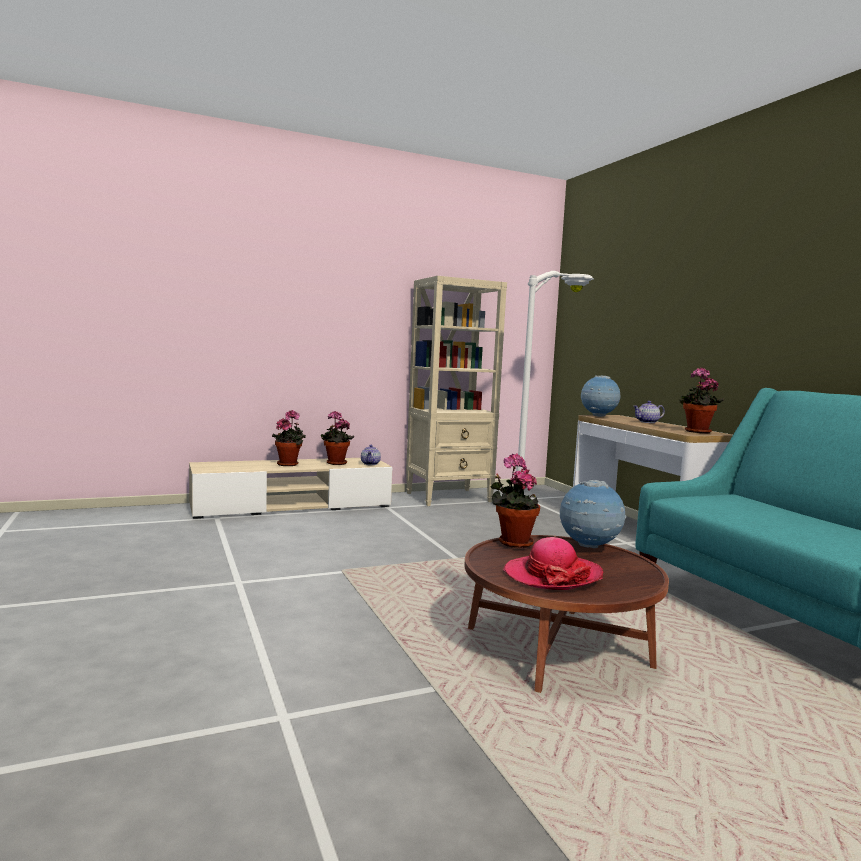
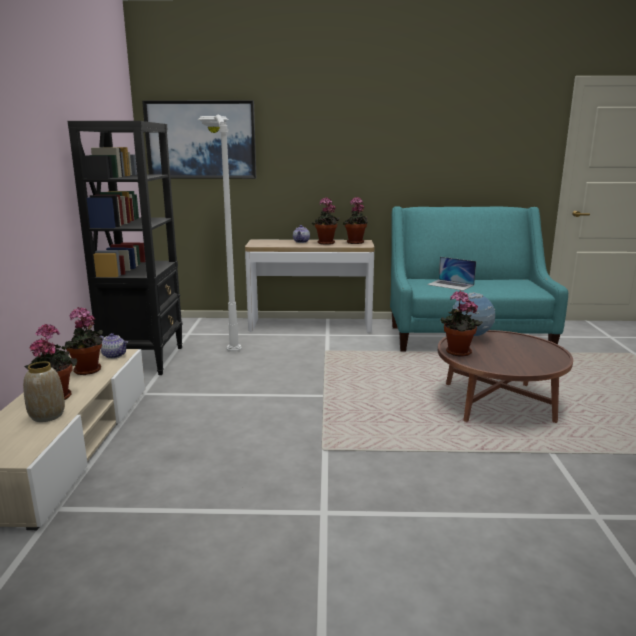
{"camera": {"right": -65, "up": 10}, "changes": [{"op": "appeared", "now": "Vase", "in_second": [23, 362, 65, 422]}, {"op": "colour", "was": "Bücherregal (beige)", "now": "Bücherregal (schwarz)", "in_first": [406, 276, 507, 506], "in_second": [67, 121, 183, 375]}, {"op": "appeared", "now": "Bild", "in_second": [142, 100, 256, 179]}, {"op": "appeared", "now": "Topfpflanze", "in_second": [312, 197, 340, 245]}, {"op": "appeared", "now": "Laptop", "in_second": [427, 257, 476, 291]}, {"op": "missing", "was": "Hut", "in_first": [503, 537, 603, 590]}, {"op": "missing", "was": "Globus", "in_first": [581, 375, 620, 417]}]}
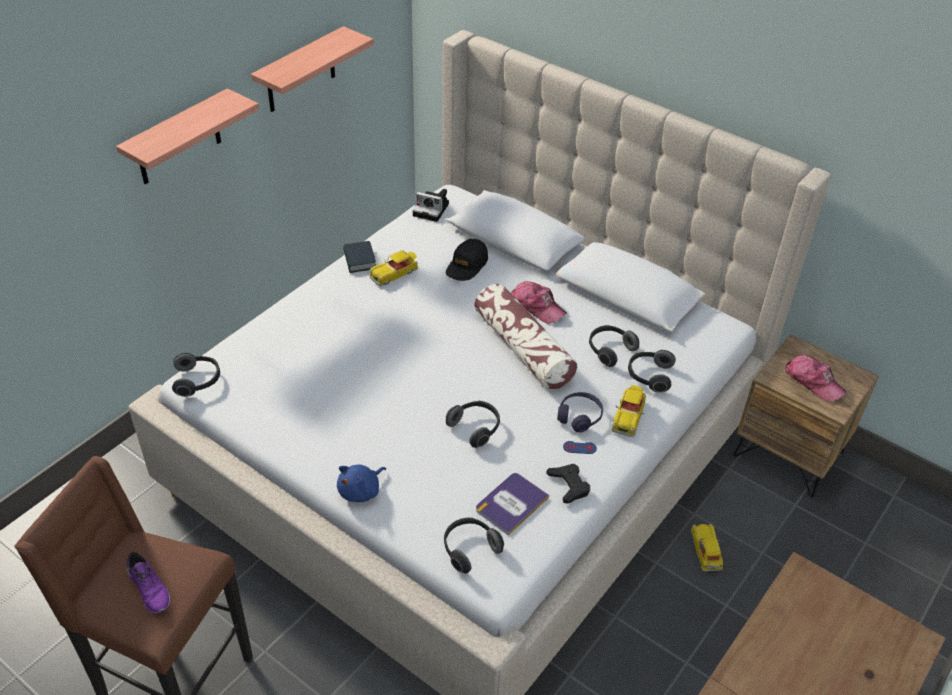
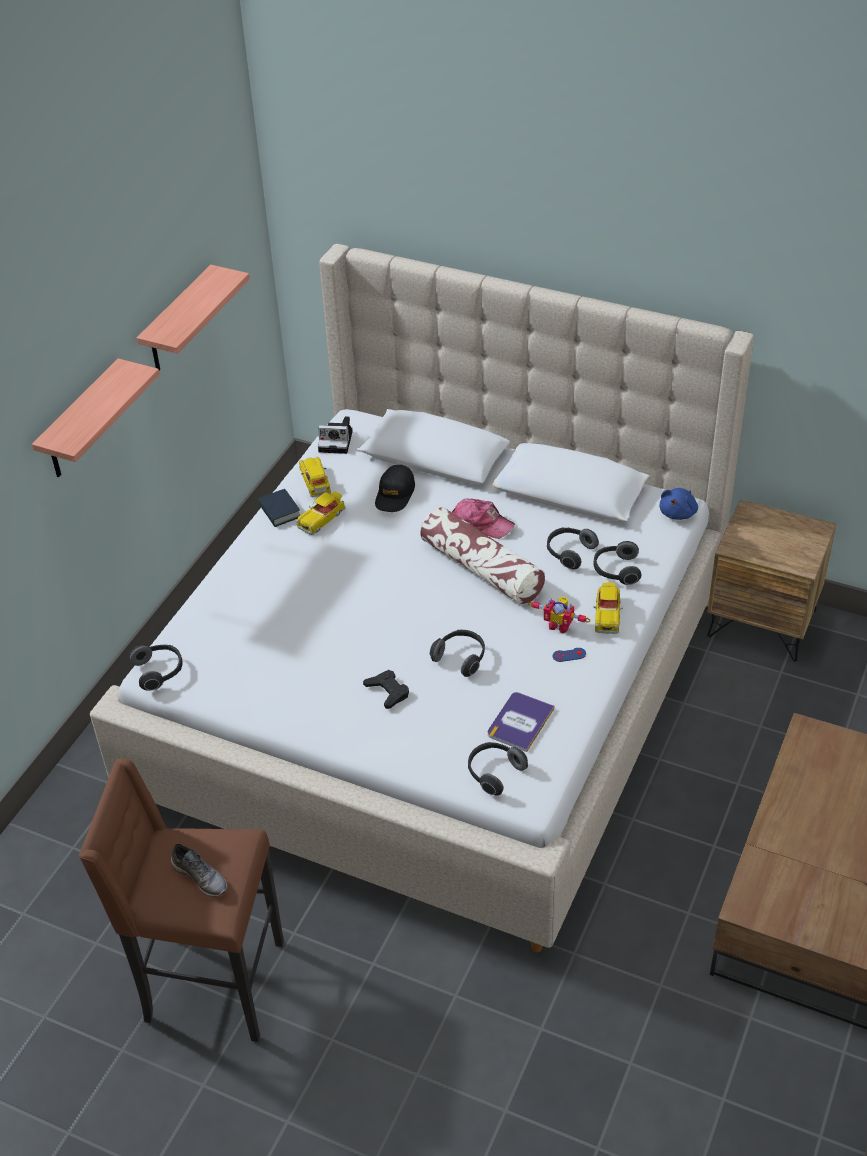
{"camera": {"right": -10, "up": 0}, "changes": [{"op": "colour", "was": "Schuh (lila)", "now": "Schuh (grau)", "in_first": [127, 552, 170, 614], "in_second": [171, 844, 227, 897]}, {"op": "relocated", "was": "Spielzeugauto", "in_first": [691, 524, 723, 571], "in_second": [299, 457, 331, 497]}, {"op": "relocated", "was": "Gamepad (schwarz)", "in_first": [546, 464, 590, 504], "in_second": [363, 670, 409, 709]}, {"op": "exchanged", "was": "Kopfhörer (lila)", "now": "Spielzeugroboter", "in_first": [557, 392, 603, 432], "in_second": [528, 597, 590, 633]}, {"op": "relocated", "was": "Plüschtier (blau)", "in_first": [337, 464, 386, 502], "in_second": [659, 488, 698, 520]}, {"op": "missing", "was": "Kappe", "in_first": [785, 355, 847, 402]}]}
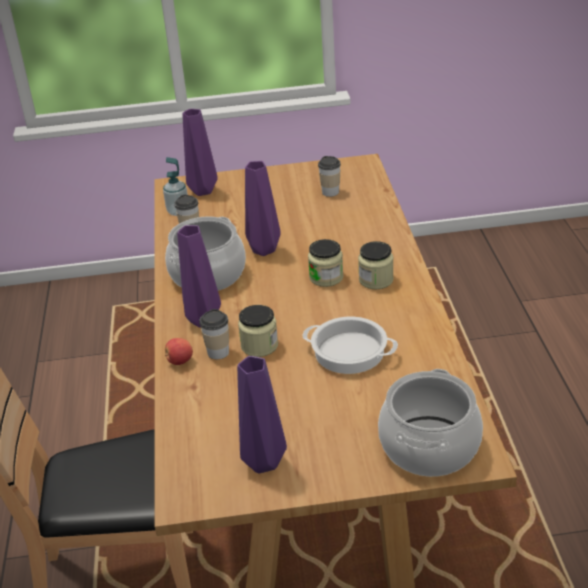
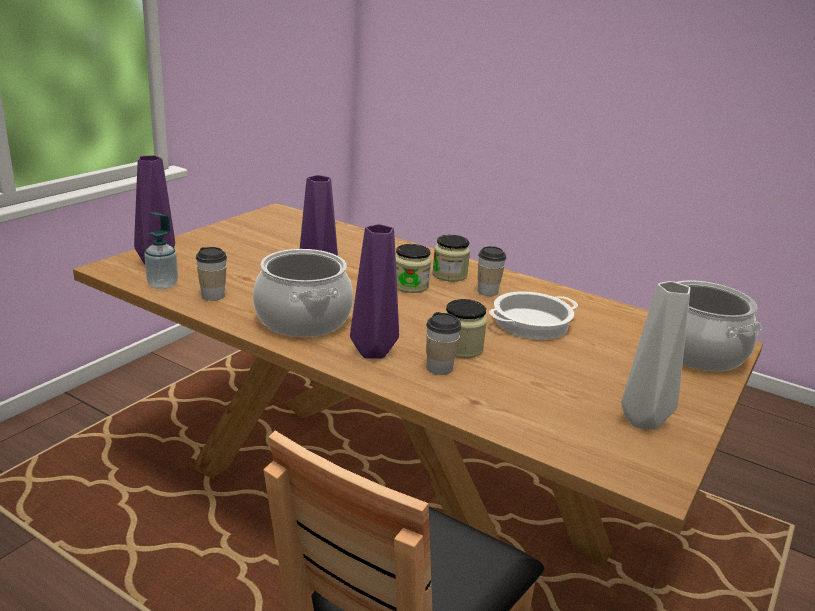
{"camera": {"right": -55, "up": -10}, "changes": [{"op": "relocated", "was": "Tasse", "in_first": [318, 156, 341, 197], "in_second": [478, 246, 506, 296]}, {"op": "colour", "was": "Vase (lila)", "now": "Vase (grau)", "in_first": [237, 356, 287, 473], "in_second": [621, 281, 690, 430]}, {"op": "missing", "was": "Apfel", "in_first": [165, 338, 193, 365]}]}
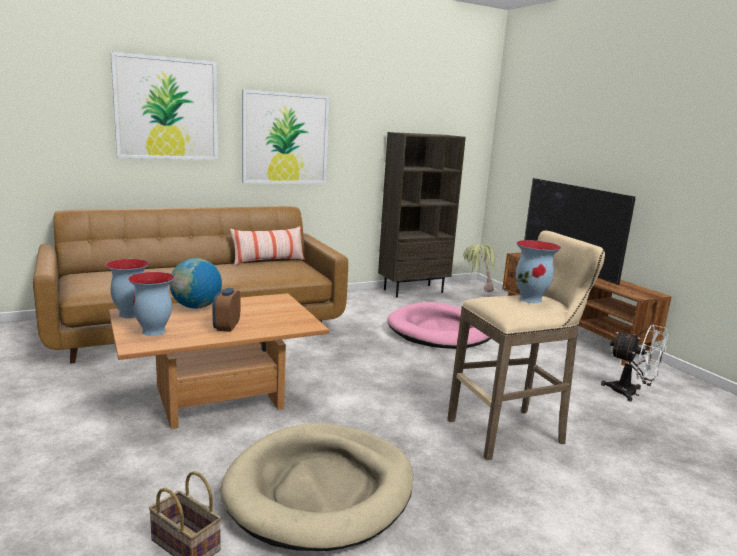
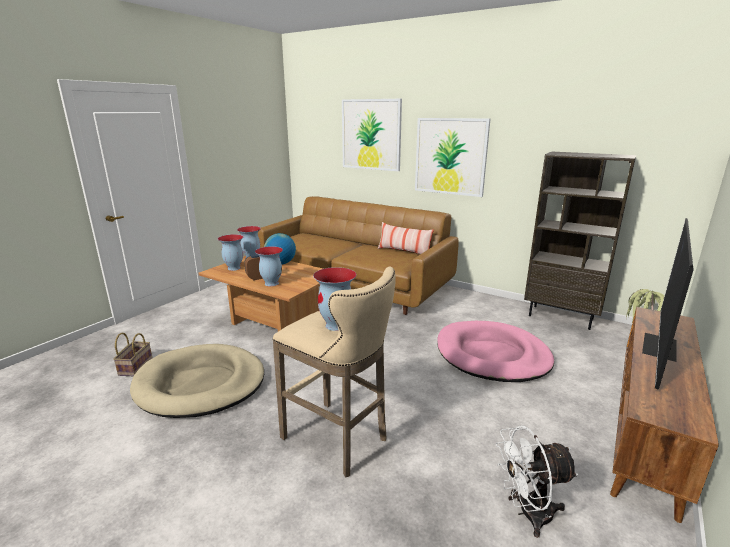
{"camera": {"right": 60, "up": 5}, "changes": [{"op": "appeared", "now": "Vase", "in_second": [255, 246, 283, 287]}, {"op": "spun", "was": "Ventilator (weiß)", "in_first": [601, 325, 668, 402], "in_second": [496, 425, 579, 538], "clockwise": 75}]}
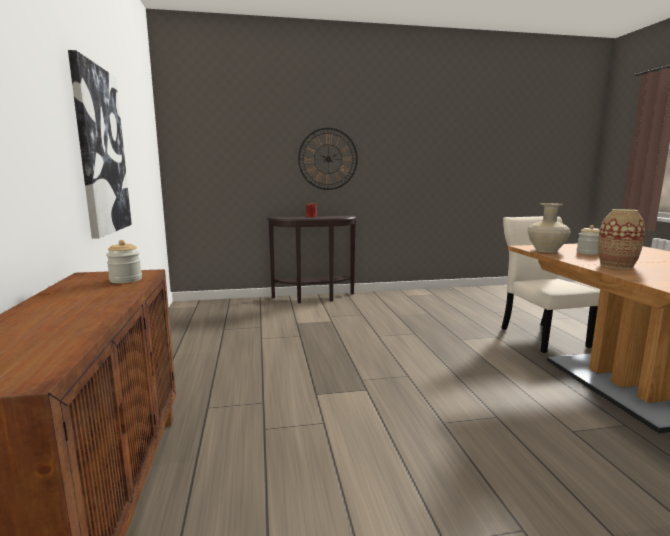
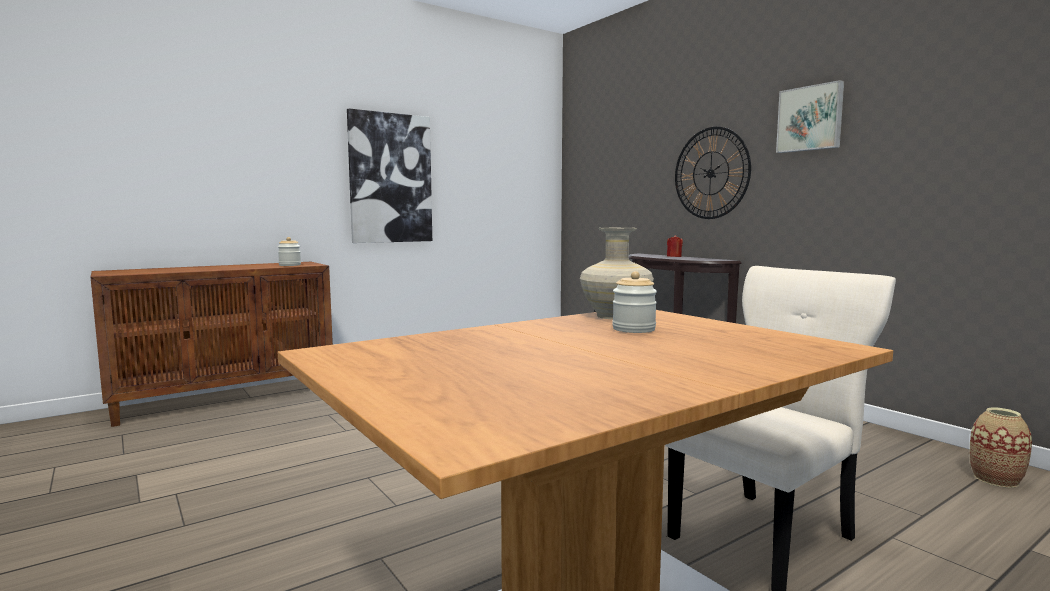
{"camera": {"right": 65, "up": -5}, "changes": [{"op": "appeared", "now": "Bild", "in_second": [776, 80, 844, 153]}, {"op": "relocated", "was": "Vase", "in_first": [598, 209, 645, 269], "in_second": [970, 407, 1032, 488]}]}
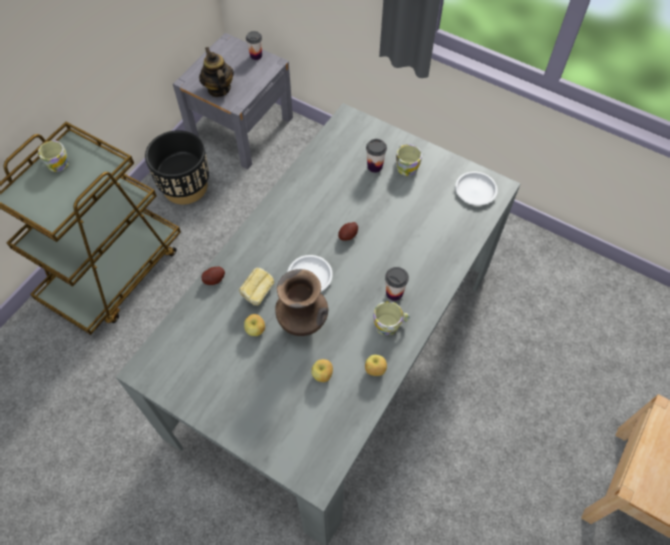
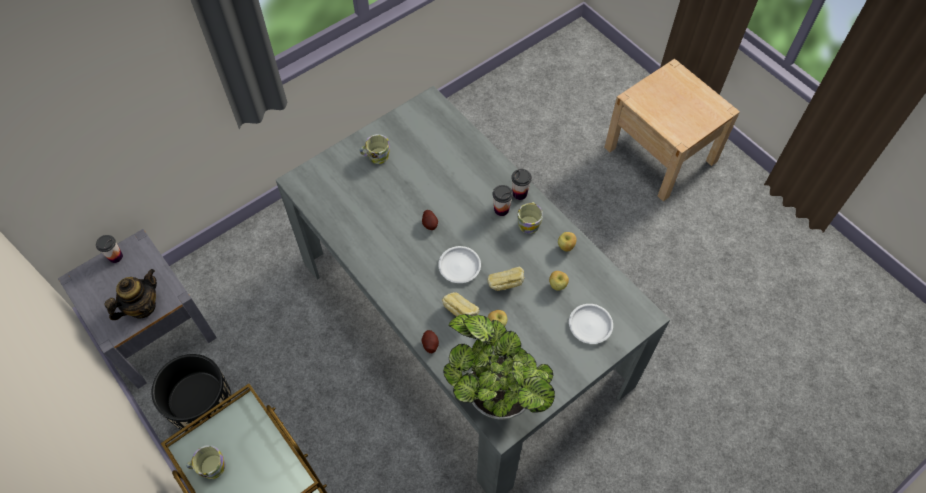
{"camera": {"right": -70, "up": 0}, "changes": [{"op": "spun", "was": "Teekanne", "in_first": [199, 47, 234, 97], "in_second": [104, 269, 157, 320], "clockwise": 135}, {"op": "appeared", "now": "Topfpflanze", "in_second": [443, 314, 555, 420]}, {"op": "exchanged", "was": "Vase (braun)", "now": "Brot", "in_first": [275, 269, 328, 336], "in_second": [487, 267, 525, 291]}, {"op": "relocated", "was": "Tasse", "in_first": [366, 139, 387, 173], "in_second": [511, 169, 532, 200]}, {"op": "relocated", "was": "Teller (weiß)", "in_first": [455, 172, 498, 205], "in_second": [569, 304, 613, 344]}]}
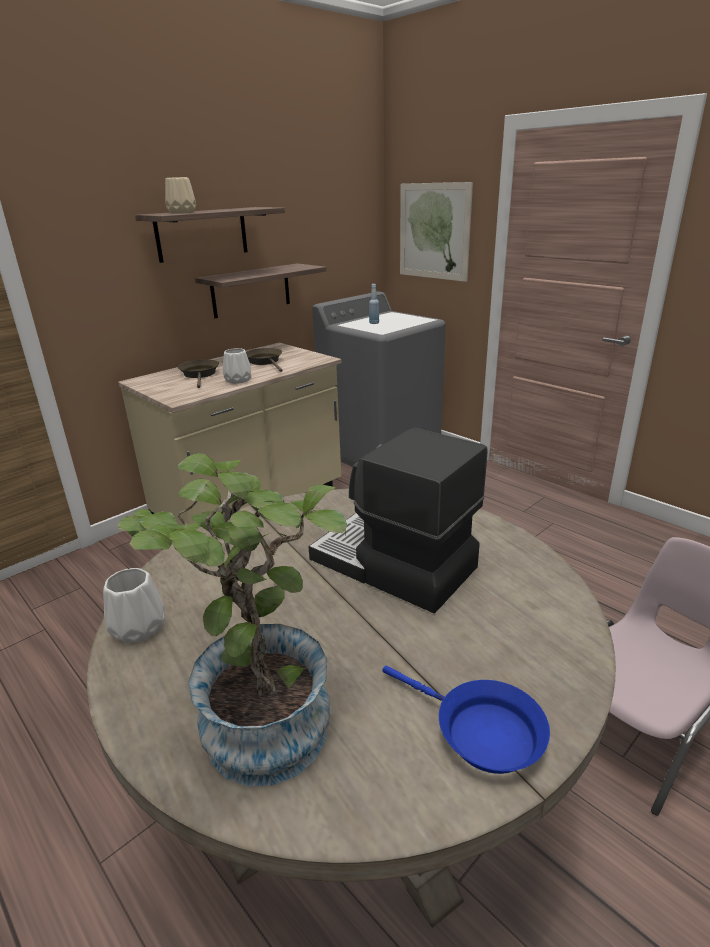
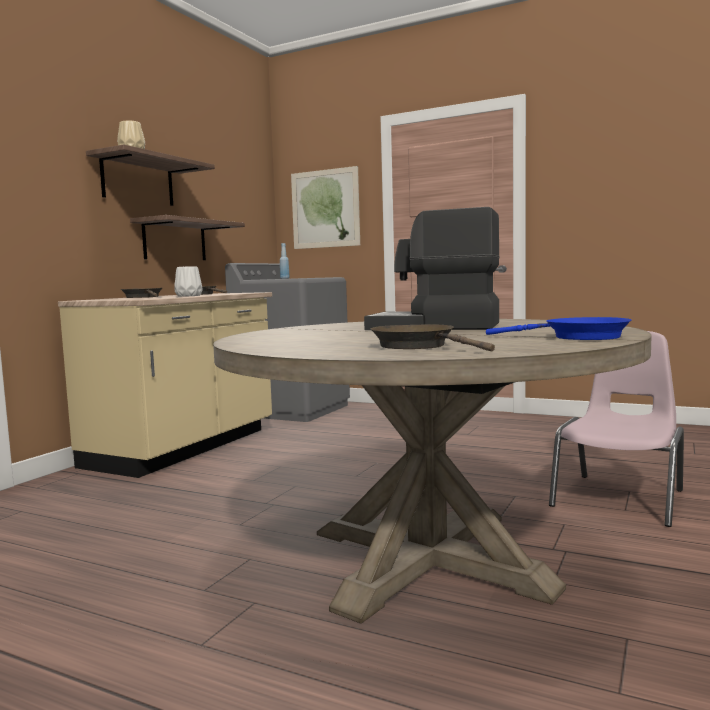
{"camera": {"right": -20, "up": -20}, "changes": [{"op": "exchanged", "was": "Topfpflanze", "now": "Pfanne (braun)", "in_first": [117, 453, 347, 786], "in_second": [371, 325, 495, 351]}, {"op": "missing", "was": "Vase (weiß)", "in_first": [103, 568, 165, 643]}]}
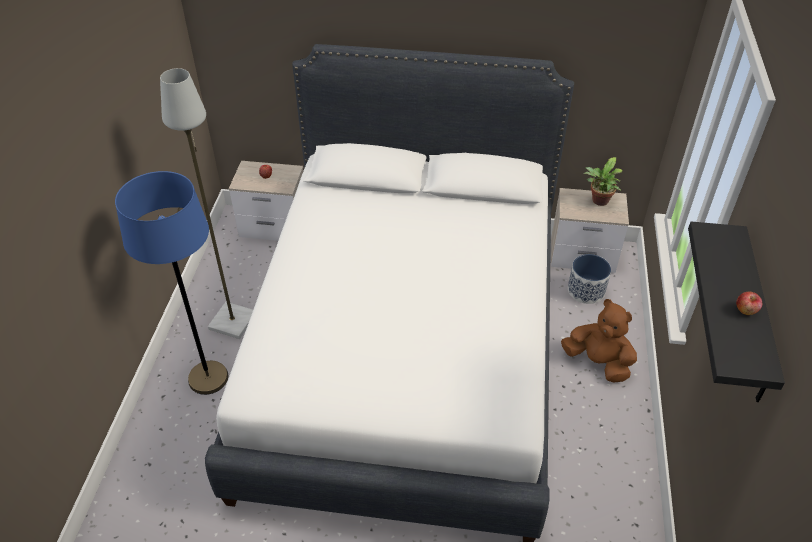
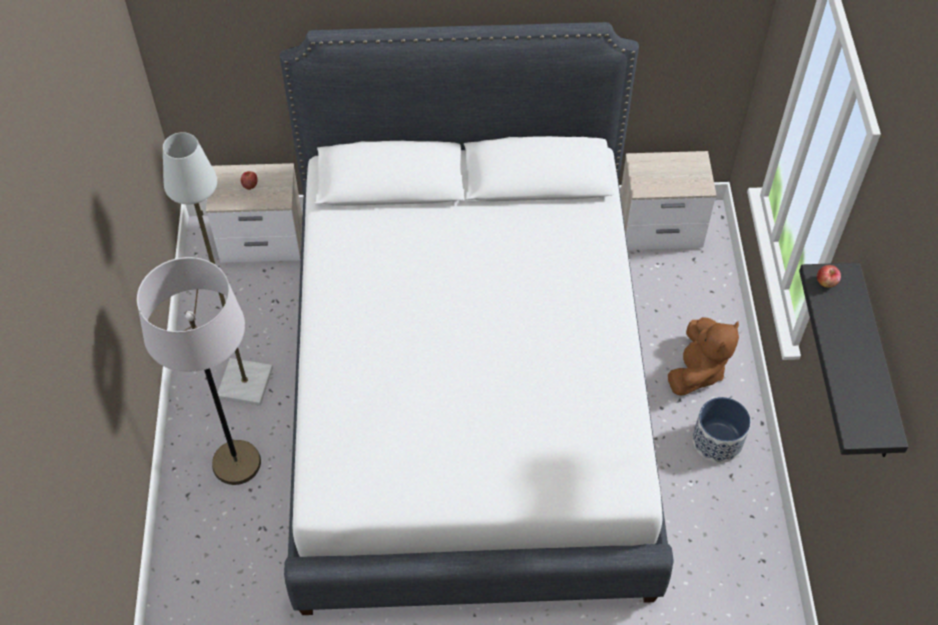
{"camera": {"right": -10, "up": 10}, "changes": [{"op": "colour", "was": "Stehlampe (blau)", "now": "Stehlampe (grau)", "in_first": [115, 171, 228, 395], "in_second": [137, 257, 261, 485]}, {"op": "spun", "was": "Plüschtier (braun)", "in_first": [561, 299, 637, 383], "in_second": [668, 317, 739, 396], "clockwise": 90}, {"op": "relocated", "was": "Pflanzkübel", "in_first": [568, 254, 611, 304], "in_second": [693, 397, 751, 463]}, {"op": "relocated", "was": "Apfel", "in_first": [736, 291, 762, 315], "in_second": [817, 265, 841, 288]}, {"op": "missing", "was": "Topfpflanze", "in_first": [584, 157, 623, 206]}]}
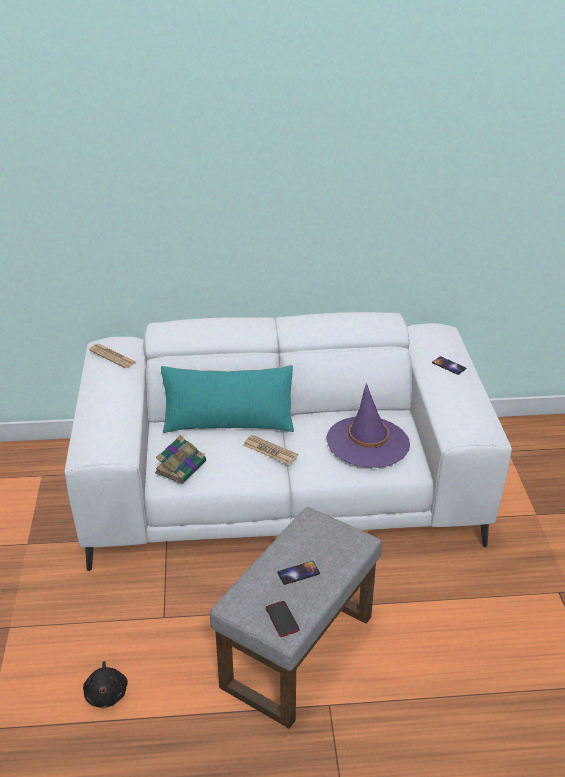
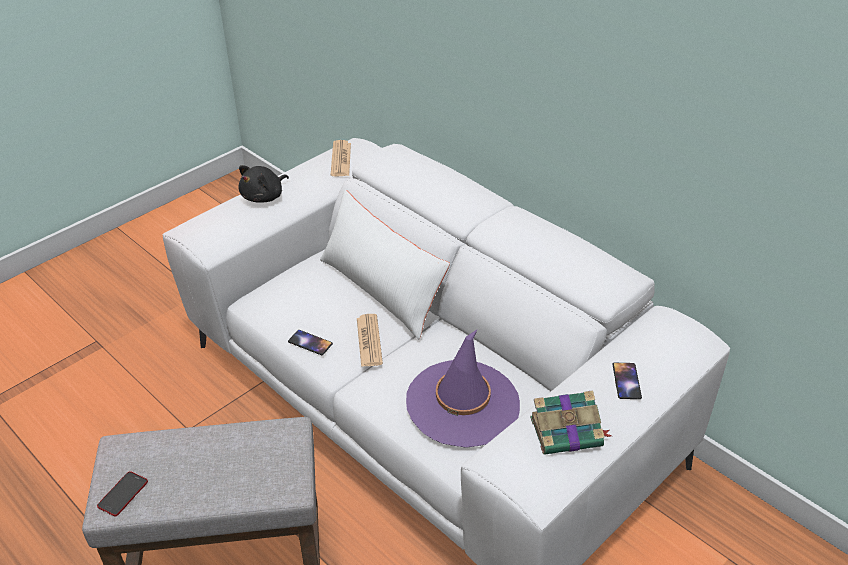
{"camera": {"right": 50, "up": 5}, "changes": [{"op": "relocated", "was": "Plüschtier (schwarz)", "in_first": [83, 661, 128, 708], "in_second": [238, 165, 289, 203]}, {"op": "relocated", "was": "Handy", "in_first": [277, 561, 320, 585], "in_second": [288, 330, 333, 355]}, {"op": "colour", "was": "Kissen (türkis)", "now": "Kissen (weiß)", "in_first": [161, 365, 294, 433], "in_second": [320, 189, 450, 339]}, {"op": "relocated", "was": "Buch", "in_first": [155, 435, 206, 484], "in_second": [530, 390, 612, 455]}]}
